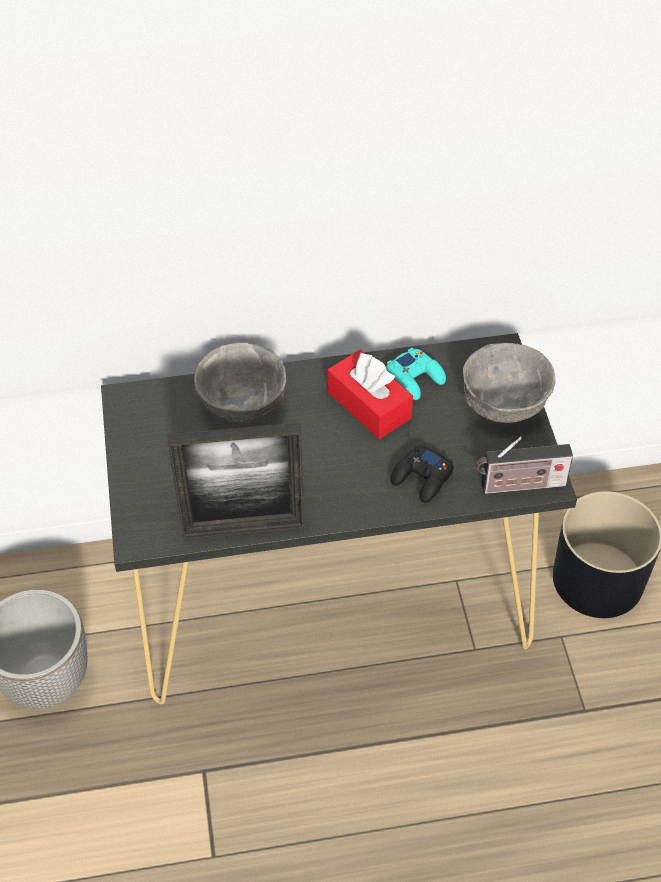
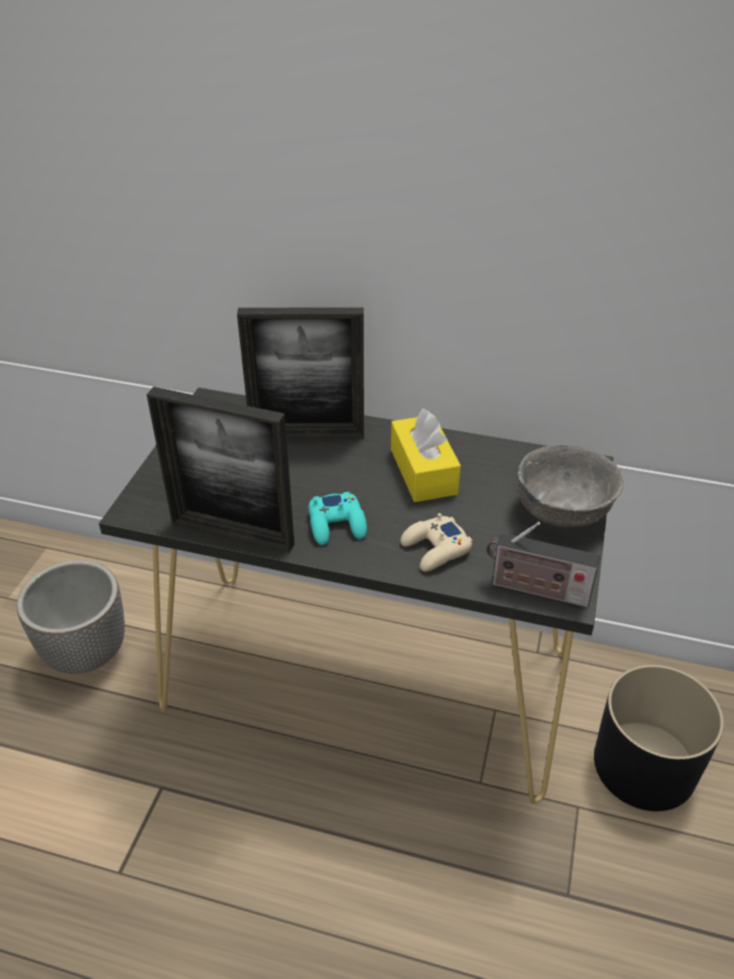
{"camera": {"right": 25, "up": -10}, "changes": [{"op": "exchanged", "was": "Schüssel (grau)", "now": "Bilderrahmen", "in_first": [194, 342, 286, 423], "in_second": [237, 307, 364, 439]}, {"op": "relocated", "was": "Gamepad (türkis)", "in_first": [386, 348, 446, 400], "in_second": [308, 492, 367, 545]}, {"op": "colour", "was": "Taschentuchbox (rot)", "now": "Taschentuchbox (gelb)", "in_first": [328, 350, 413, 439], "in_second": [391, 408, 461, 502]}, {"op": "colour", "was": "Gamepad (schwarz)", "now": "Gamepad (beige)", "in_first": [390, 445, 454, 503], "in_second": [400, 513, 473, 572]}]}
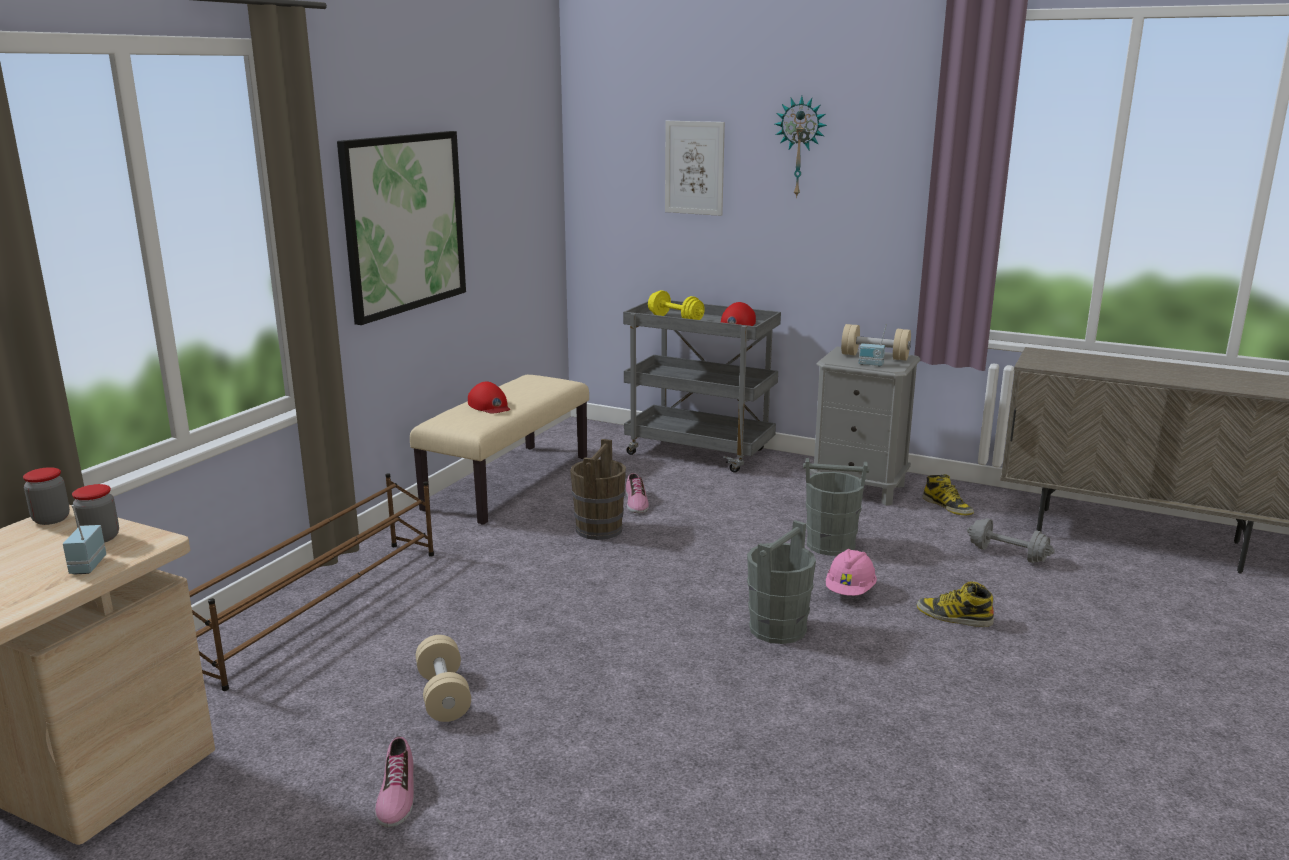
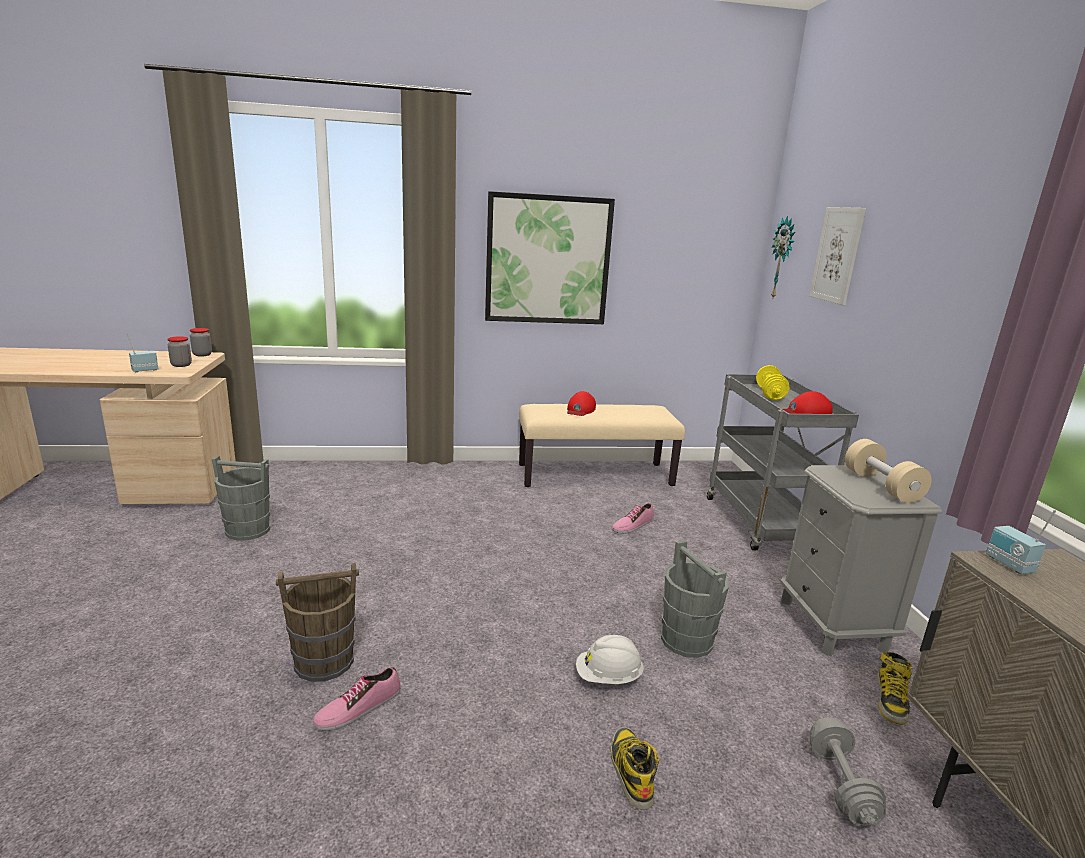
{"camera": {"right": 55, "up": 0}, "changes": [{"op": "relocated", "was": "Eimer (grau)", "in_first": [747, 520, 816, 644], "in_second": [212, 455, 270, 541]}, {"op": "relocated", "was": "Eimer (braun)", "in_first": [570, 439, 626, 540], "in_second": [276, 563, 359, 682]}, {"op": "relocated", "was": "Schuh", "in_first": [375, 736, 414, 827], "in_second": [313, 667, 401, 731]}, {"op": "colour", "was": "Schutzhelm (rosa)", "now": "Schutzhelm (weiß)", "in_first": [826, 549, 877, 596], "in_second": [576, 635, 644, 684]}, {"op": "relocated", "was": "Wanduhr", "in_first": [775, 96, 827, 198], "in_second": [771, 216, 795, 300]}, {"op": "relocated", "was": "Radio", "in_first": [859, 324, 887, 367], "in_second": [986, 510, 1057, 574]}, {"op": "missing", "was": "Schuhregal (braun)", "in_first": [189, 473, 434, 691]}, {"op": "missing", "was": "Hantel (beige)", "in_first": [416, 635, 471, 722]}]}
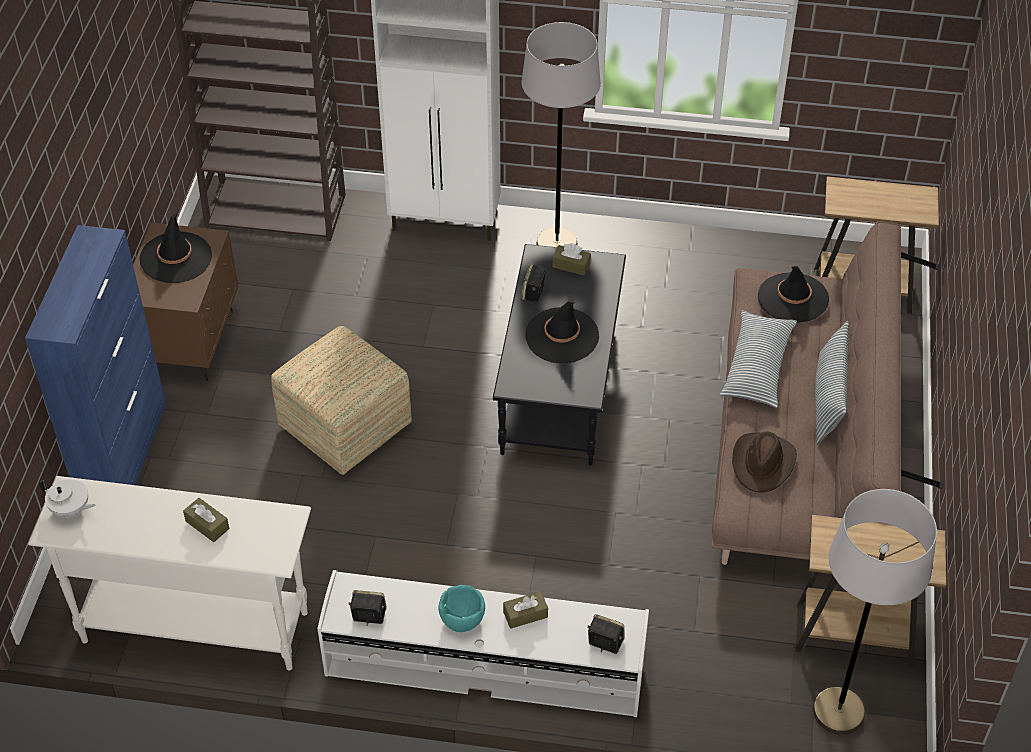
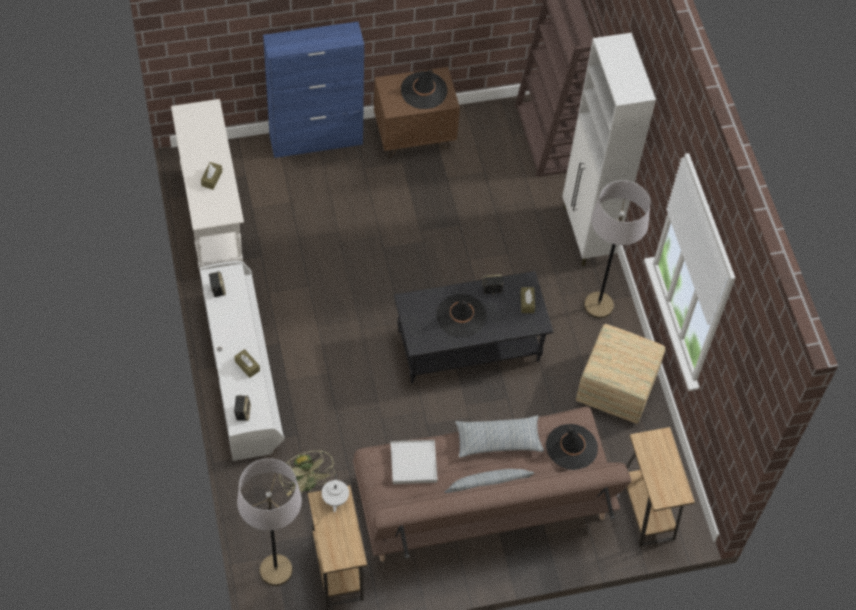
{"camera": {"right": 65, "up": 10}, "changes": [{"op": "appeared", "now": "Ventilator (grün)", "in_second": [279, 451, 335, 496]}, {"op": "relocated", "was": "Teekanne (weiß)", "in_first": [39, 479, 96, 518], "in_second": [322, 473, 349, 513]}, {"op": "exchanged", "was": "Hut (braun)", "now": "Tablett (weiß)", "in_first": [732, 431, 797, 493], "in_second": [391, 440, 437, 484]}, {"op": "relocated", "was": "Polsterhocker", "in_first": [271, 326, 412, 475], "in_second": [576, 324, 665, 424]}, {"op": "missing", "was": "Schüssel (türkis)", "in_first": [438, 585, 485, 632]}]}
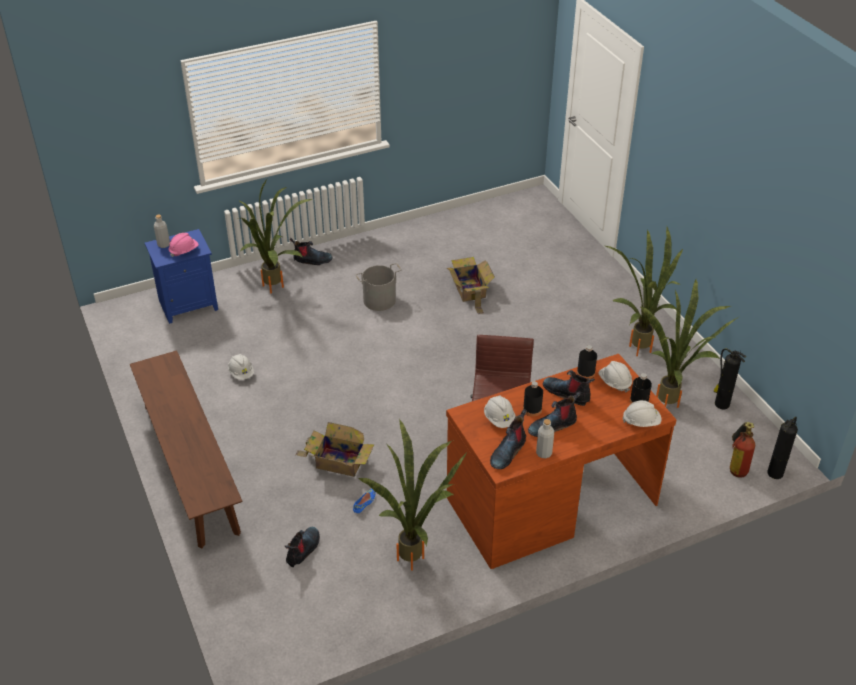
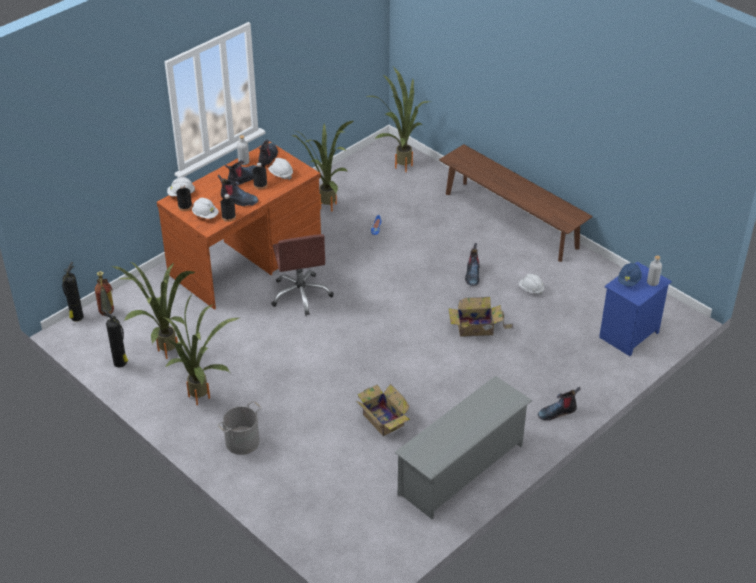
{"camera": {"right": 160, "up": 0}, "changes": [{"op": "relocated", "was": "Eimer (grau)", "in_first": [356, 263, 402, 311], "in_second": [217, 401, 262, 455]}, {"op": "relocated", "was": "Topfpflanze", "in_first": [238, 179, 312, 293], "in_second": [366, 68, 431, 172]}, {"op": "appeared", "now": "Schuhregal (grau)", "in_second": [394, 376, 532, 519]}, {"op": "relocated", "was": "Karton", "in_first": [296, 422, 374, 477], "in_second": [448, 297, 513, 337]}, {"op": "relocated", "was": "Stiefel", "in_first": [285, 527, 320, 567], "in_second": [465, 243, 479, 286]}, {"op": "colour", "was": "Schutzhelm (rosa)", "now": "Schutzhelm (blau)", "in_first": [169, 233, 199, 257], "in_second": [618, 263, 642, 286]}]}
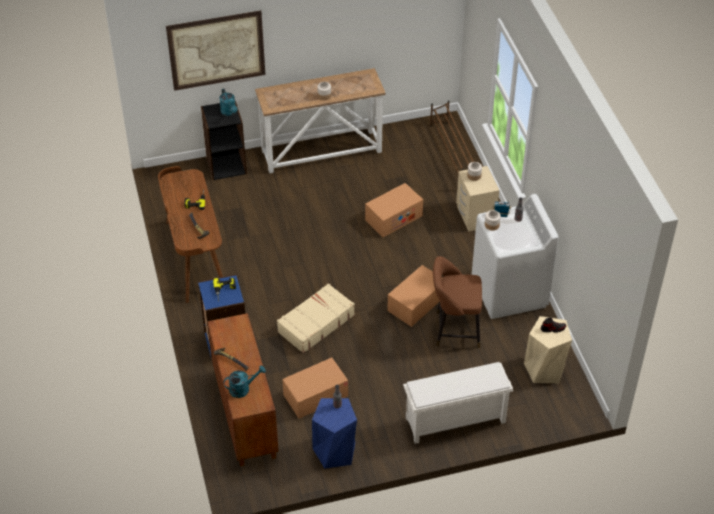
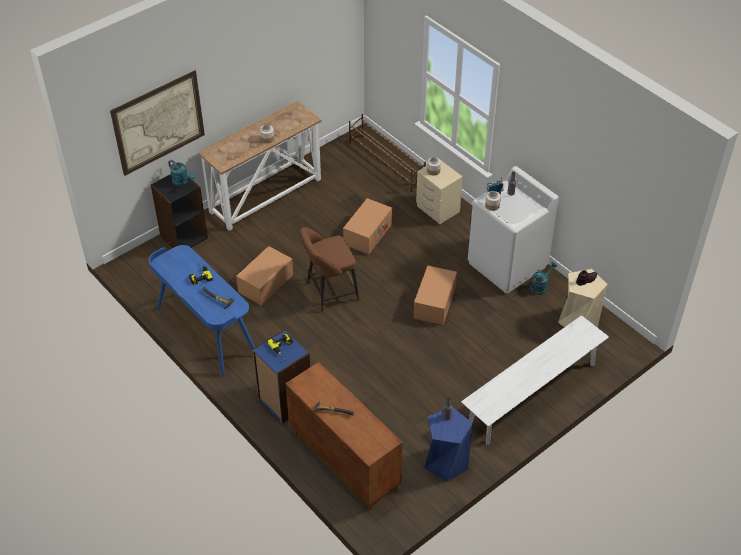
{"camera": {"right": -25, "up": 0}, "changes": [{"op": "colour", "was": "Schreibtisch (braun)", "now": "Schreibtisch (blau)", "in_first": [158, 166, 223, 303], "in_second": [149, 245, 255, 377]}, {"op": "relocated", "was": "Karton", "in_first": [282, 358, 348, 419], "in_second": [236, 246, 293, 306]}, {"op": "relocated", "was": "Hocker (braun)", "in_first": [433, 256, 482, 348], "in_second": [300, 227, 360, 312]}, {"op": "exchanged", "was": "Schuhregal (weiß)", "now": "Bank (weiß)", "in_first": [403, 362, 513, 444], "in_second": [461, 315, 609, 445]}, {"op": "relocated", "was": "Gießkanne (türkis)", "in_first": [223, 366, 266, 398], "in_second": [530, 262, 557, 295]}, {"op": "missing", "was": "Koffer (beige)", "in_first": [277, 283, 355, 353]}]}
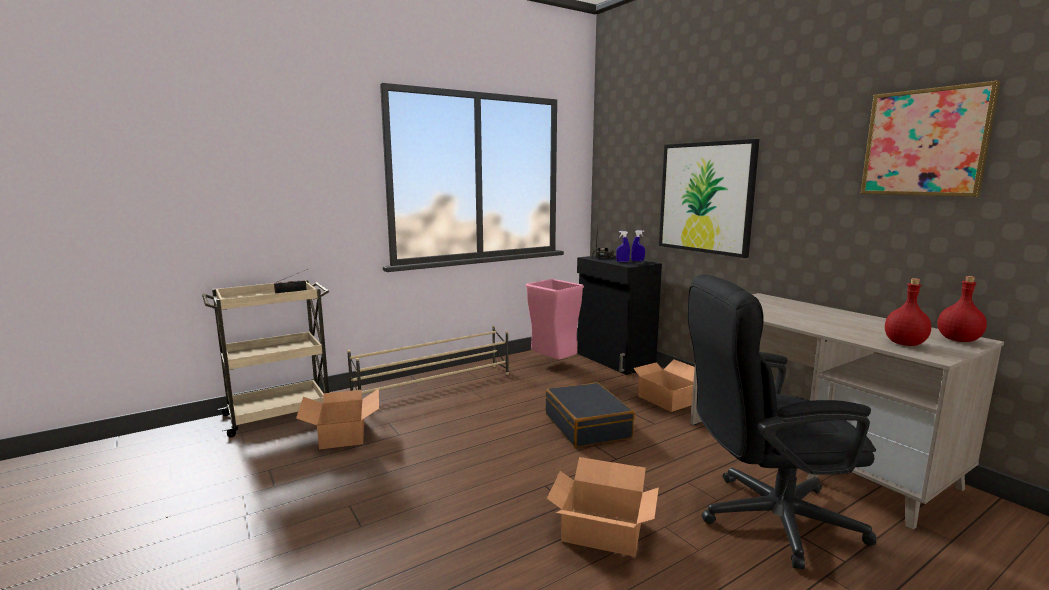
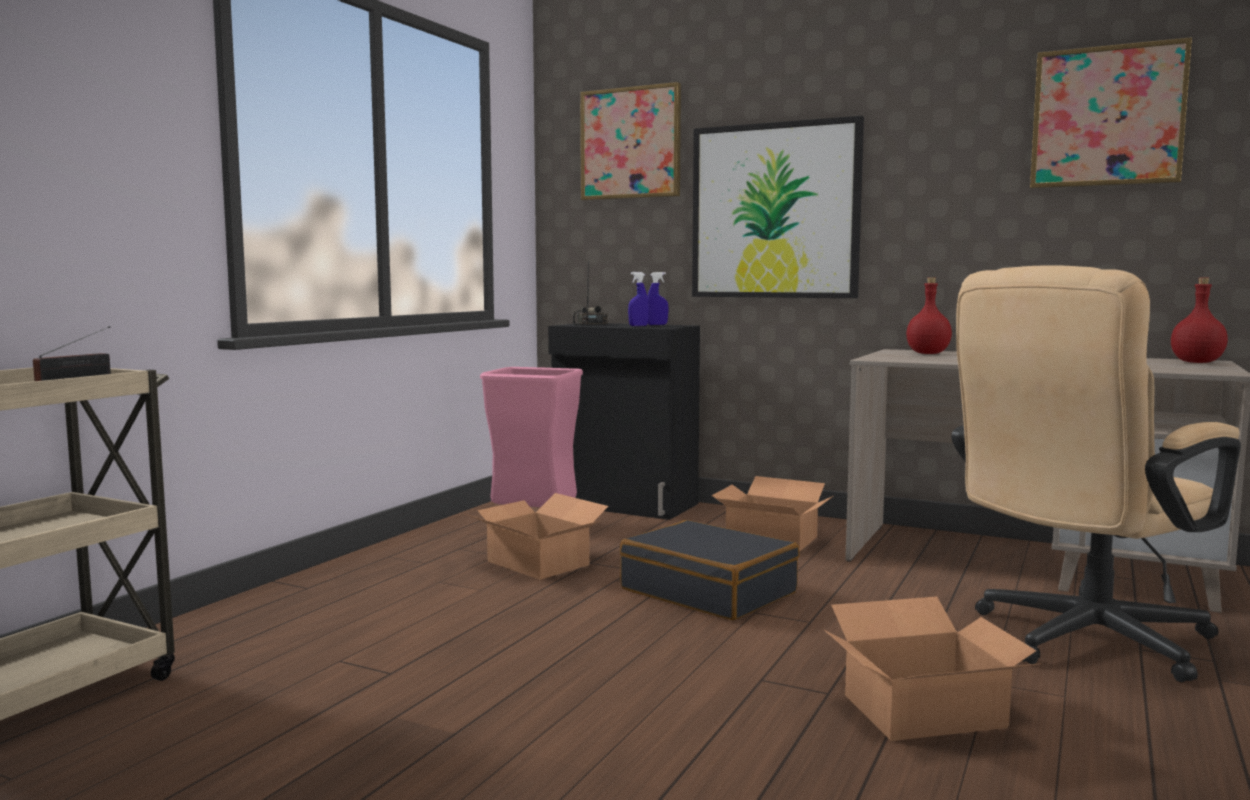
{"camera": {"right": -30, "up": -5}, "changes": [{"op": "relocated", "was": "Karton", "in_first": [296, 389, 379, 450], "in_second": [465, 493, 608, 580]}, {"op": "appeared", "now": "Bild", "in_second": [580, 82, 681, 200]}, {"op": "relocated", "was": "Flasche (rot)", "in_first": [885, 278, 931, 346], "in_second": [906, 277, 952, 354]}, {"op": "colour", "was": "Bürostuhl (schwarz)", "now": "Bürostuhl (beige)", "in_first": [688, 274, 877, 569], "in_second": [951, 265, 1241, 682]}, {"op": "missing", "was": "Schuhregal (beige)", "in_first": [347, 325, 509, 394]}]}
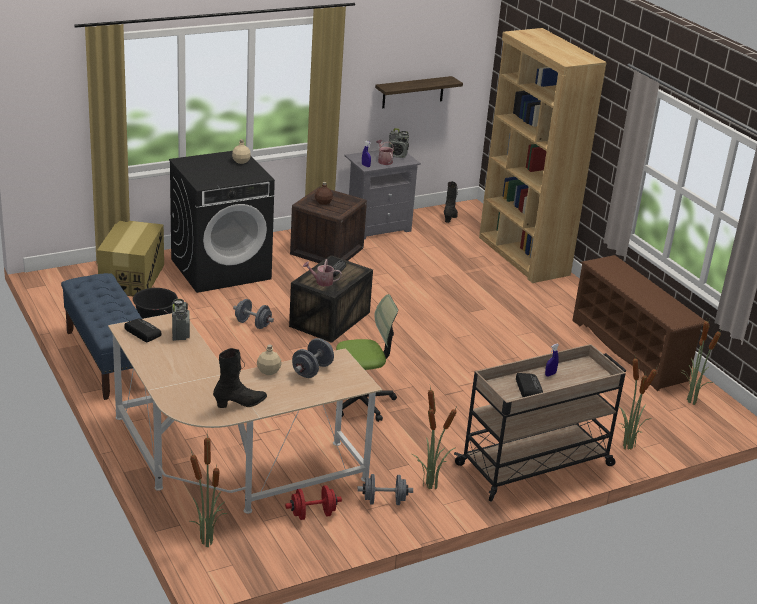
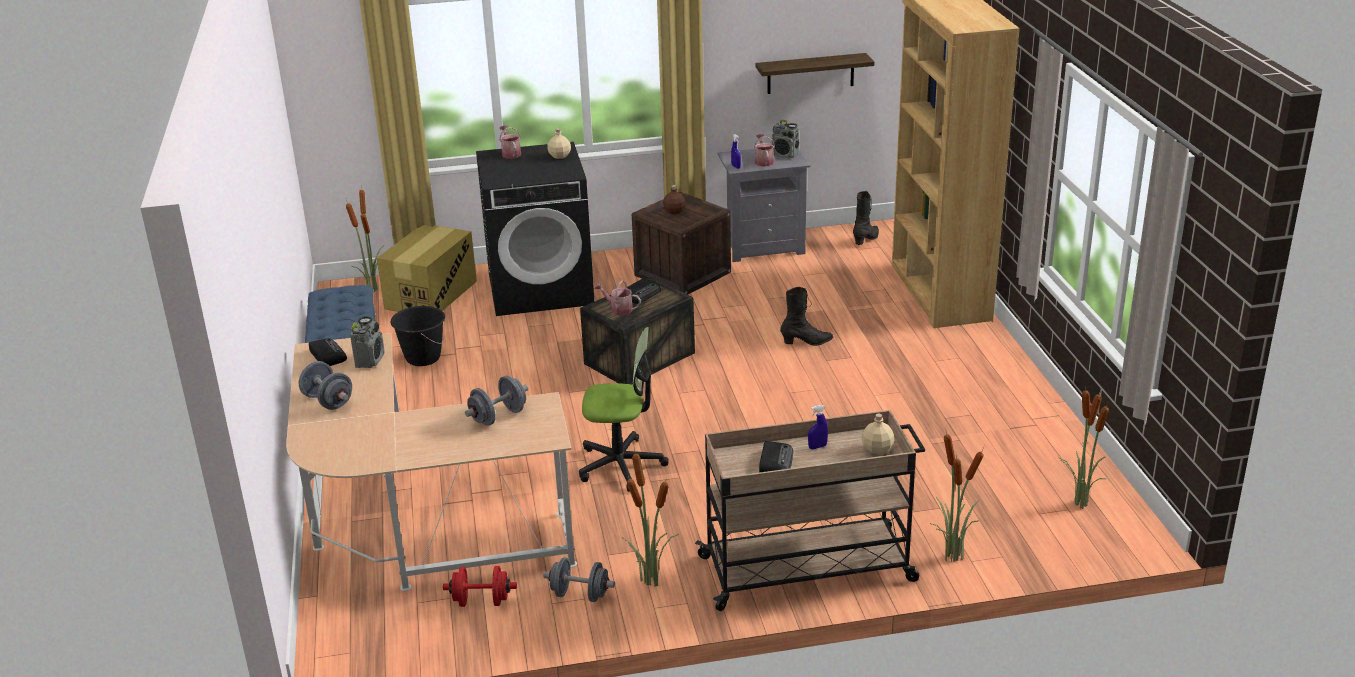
{"camera": {"right": 20, "up": 0}, "changes": [{"op": "relocated", "was": "Hantel (grau)", "in_first": [233, 299, 274, 329], "in_second": [299, 361, 352, 410]}, {"op": "relocated", "was": "Topfpflanze", "in_first": [189, 437, 228, 547], "in_second": [346, 185, 384, 292]}, {"op": "appeared", "now": "Gießkanne", "in_second": [499, 125, 521, 159]}, {"op": "relocated", "was": "Stiefel (schwarz)", "in_first": [213, 348, 267, 408], "in_second": [780, 287, 833, 346]}, {"op": "relocated", "was": "Flasche (beige)", "in_first": [257, 344, 282, 375], "in_second": [861, 414, 894, 454]}, {"op": "missing", "was": "Schuhregal (braun)", "in_first": [572, 255, 705, 391]}]}
